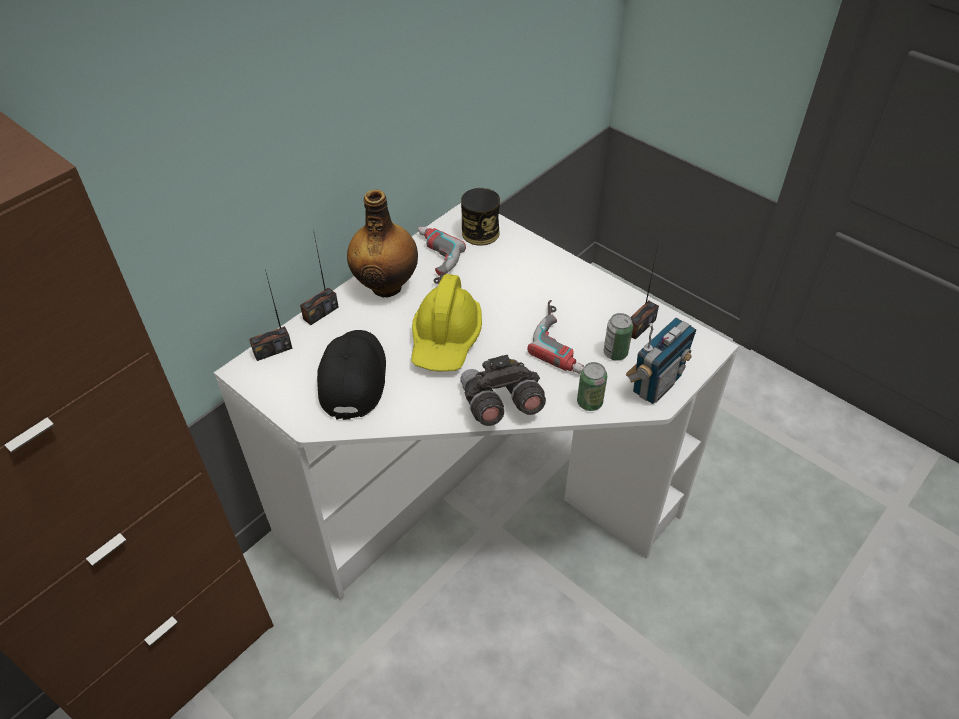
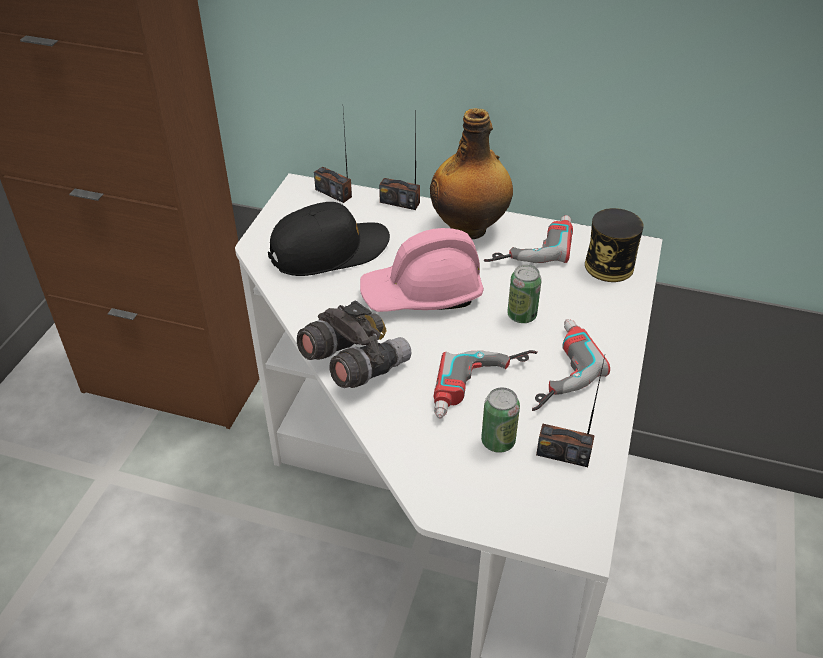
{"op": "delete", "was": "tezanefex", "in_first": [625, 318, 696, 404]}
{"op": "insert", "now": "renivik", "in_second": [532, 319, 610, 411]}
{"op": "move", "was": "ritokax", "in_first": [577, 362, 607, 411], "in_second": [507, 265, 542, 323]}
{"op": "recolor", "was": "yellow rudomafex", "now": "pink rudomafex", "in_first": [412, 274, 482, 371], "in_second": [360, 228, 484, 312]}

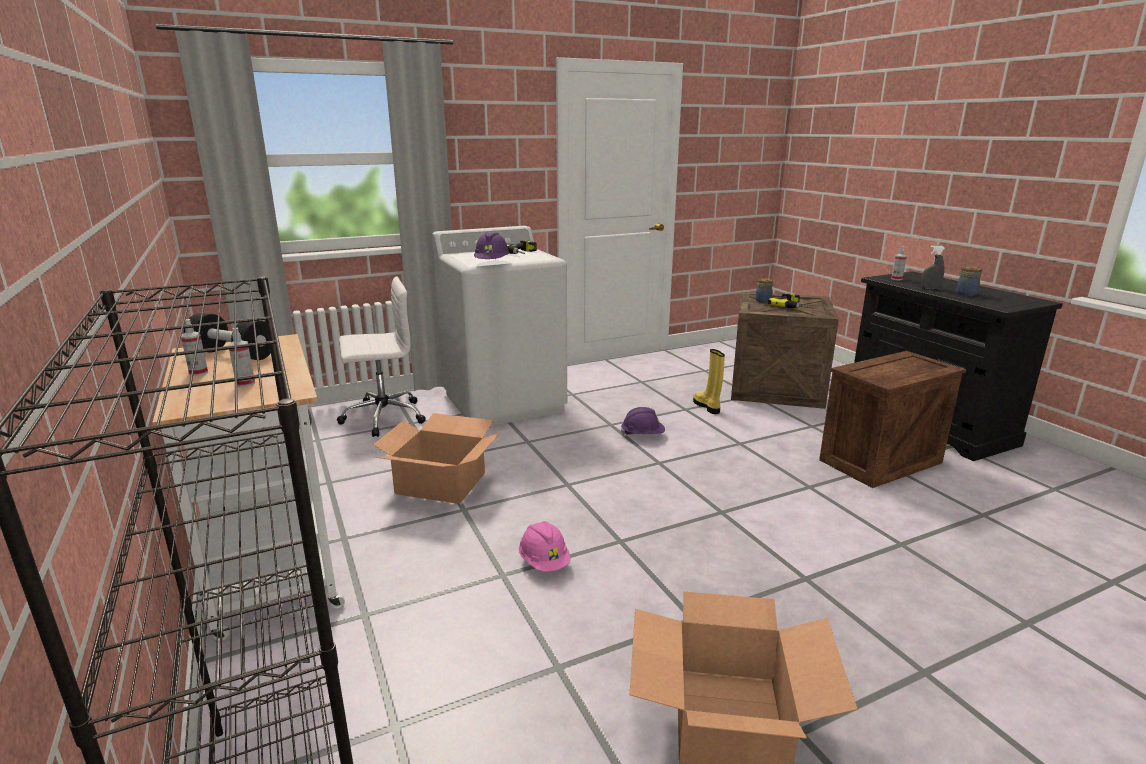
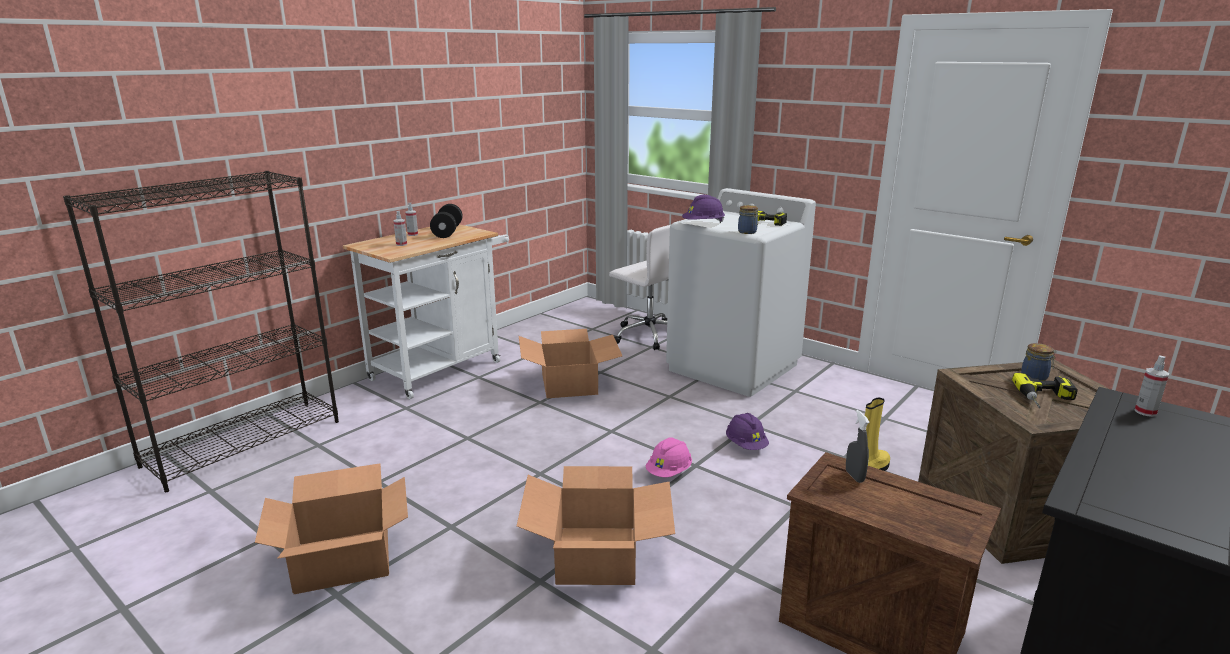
{"op": "insert", "now": "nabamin", "in_second": [517, 466, 675, 585]}
{"op": "move", "was": "pink rudomafex", "in_first": [519, 521, 571, 572], "in_second": [646, 437, 692, 477]}
{"op": "move", "was": "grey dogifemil", "in_first": [921, 245, 945, 289], "in_second": [846, 410, 870, 483]}
{"op": "move", "was": "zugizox", "in_first": [956, 266, 982, 296], "in_second": [738, 205, 758, 234]}

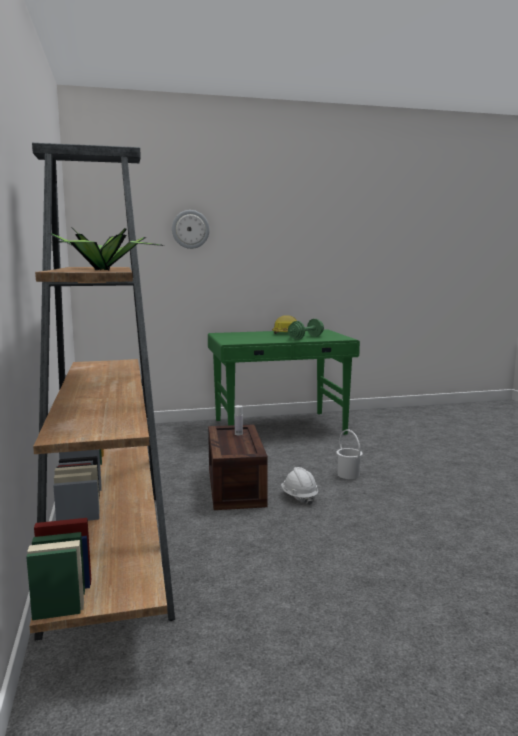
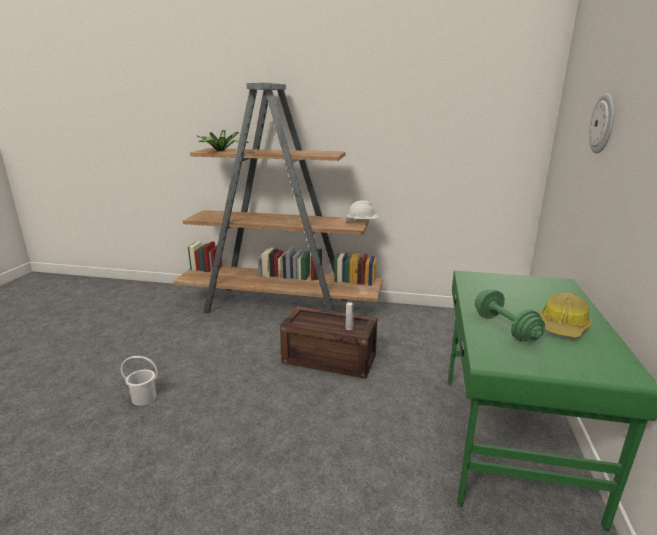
{"op": "move", "was": "white rudomafex", "in_first": [281, 467, 318, 505], "in_second": [346, 200, 379, 222]}
{"op": "move", "was": "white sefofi", "in_first": [336, 429, 363, 479], "in_second": [121, 356, 158, 406]}

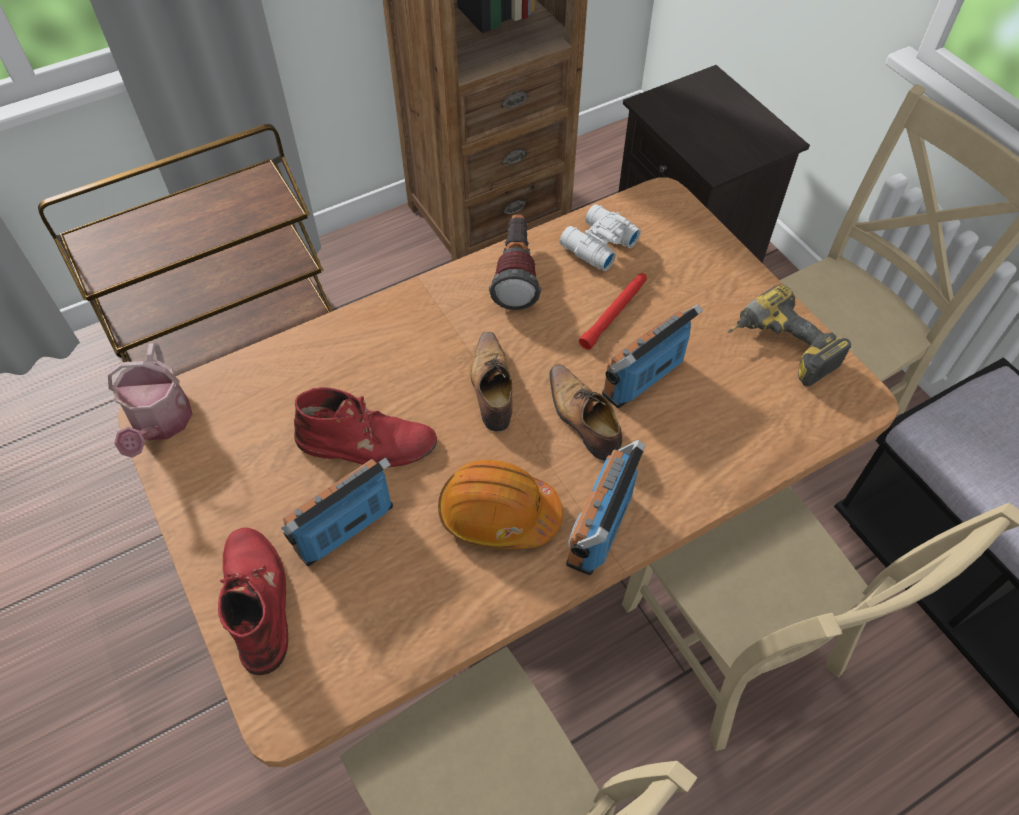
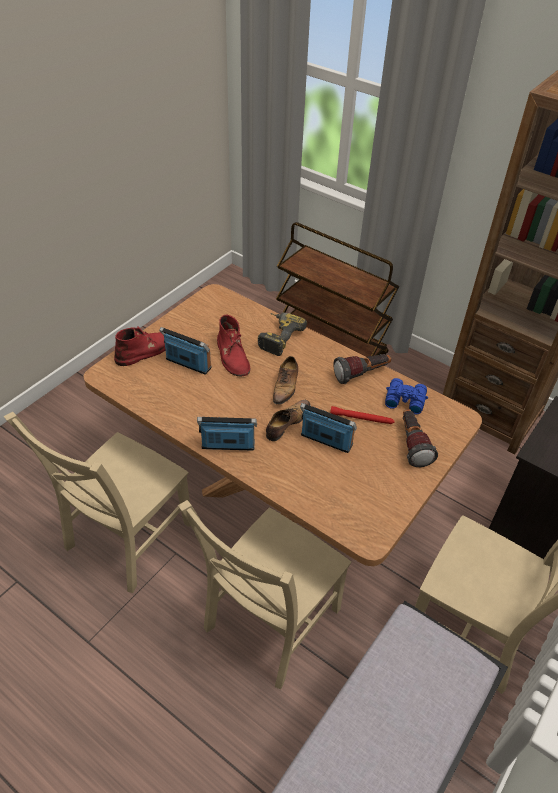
{"op": "delete", "was": "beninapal", "in_first": [108, 343, 193, 458]}
{"op": "delete", "was": "orange rudomafex", "in_first": [438, 460, 563, 549]}
{"op": "insert", "now": "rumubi", "in_second": [403, 409, 438, 467]}
{"op": "move", "was": "renivik", "in_first": [728, 285, 851, 386], "in_second": [258, 312, 307, 356]}
{"op": "recolor", "was": "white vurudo", "now": "blue vurudo", "in_first": [560, 204, 641, 271], "in_second": [385, 378, 428, 414]}
{"op": "rotate", "was": "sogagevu", "in_first": [471, 332, 513, 432], "in_second": [273, 356, 298, 405], "clockwise": 135}

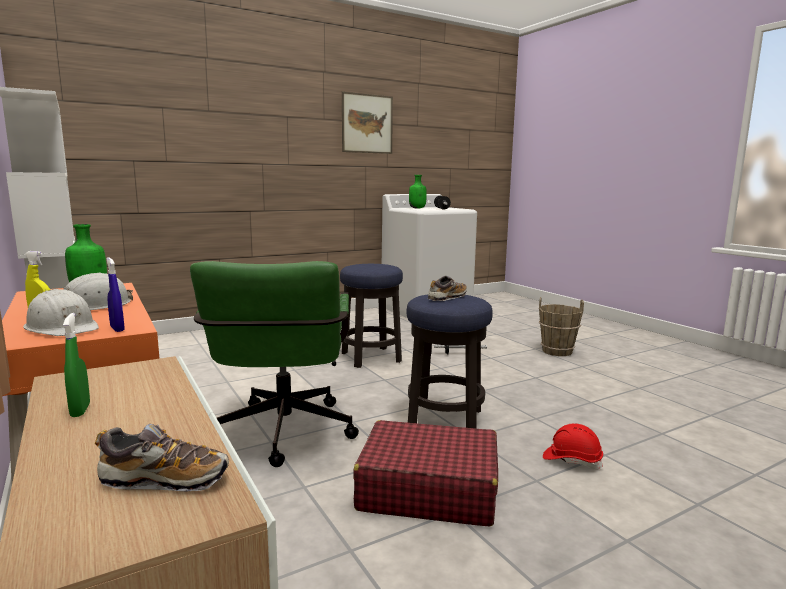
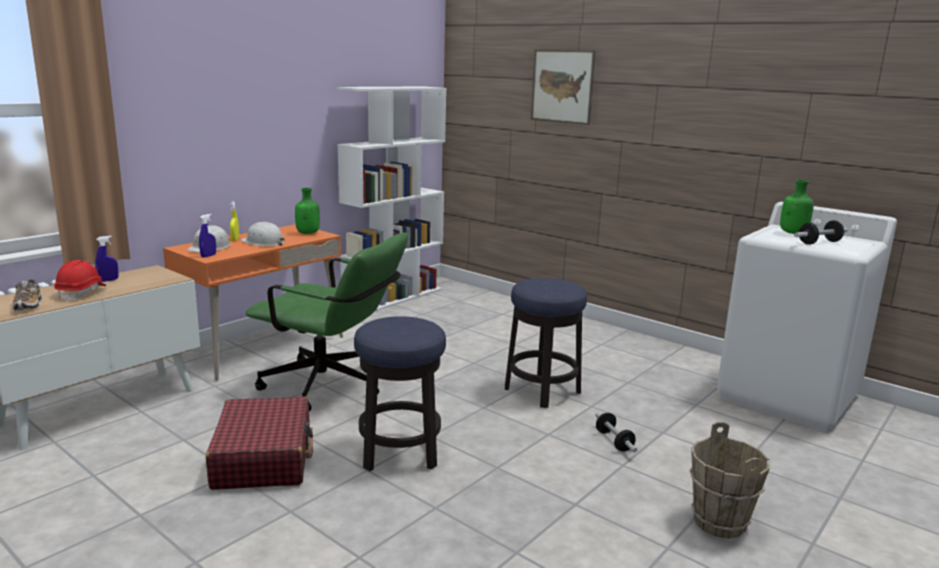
{"op": "delete", "was": "sogagevu", "in_first": [428, 275, 467, 301]}
{"op": "move", "was": "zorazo", "in_first": [342, 92, 393, 154], "in_second": [531, 49, 596, 125]}
{"op": "move", "was": "red rudomafex", "in_first": [543, 423, 603, 470], "in_second": [54, 260, 106, 302]}
{"op": "recolor", "was": "green dogifemil", "now": "blue dogifemil", "in_first": [63, 313, 90, 417], "in_second": [95, 236, 119, 282]}
{"op": "rotate", "was": "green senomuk", "in_first": [190, 261, 359, 467], "in_second": [246, 233, 408, 411], "clockwise": -135}

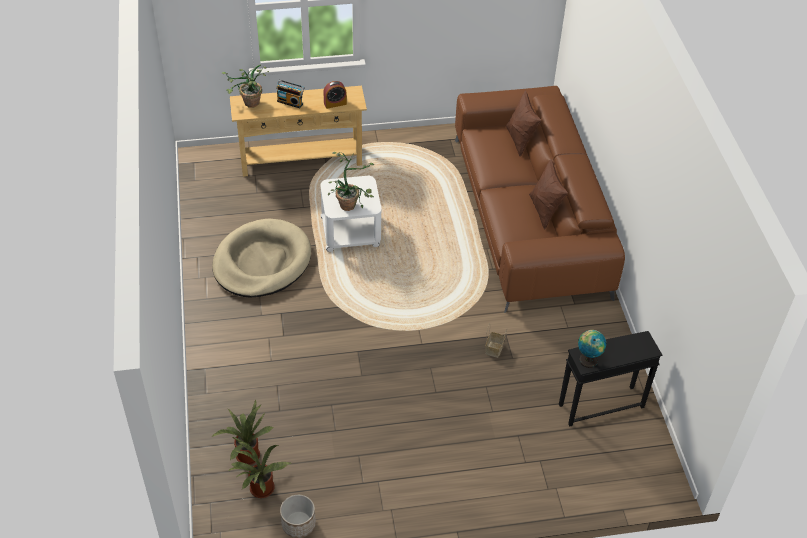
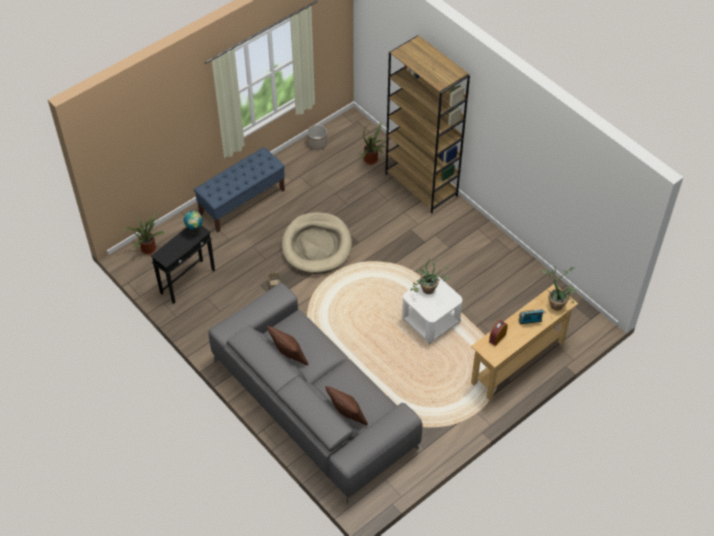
{"op": "insert", "now": "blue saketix", "in_second": [194, 147, 285, 232]}
{"op": "insert", "now": "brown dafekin", "in_second": [385, 35, 470, 214]}
{"op": "move", "was": "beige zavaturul", "in_first": [212, 218, 311, 298], "in_second": [282, 212, 352, 274]}
{"op": "move", "was": "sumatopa", "in_first": [228, 442, 291, 498], "in_second": [122, 212, 166, 255]}
{"op": "recolor", "was": "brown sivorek", "now": "grey sivorek", "in_first": [455, 86, 625, 313], "in_second": [208, 283, 422, 505]}

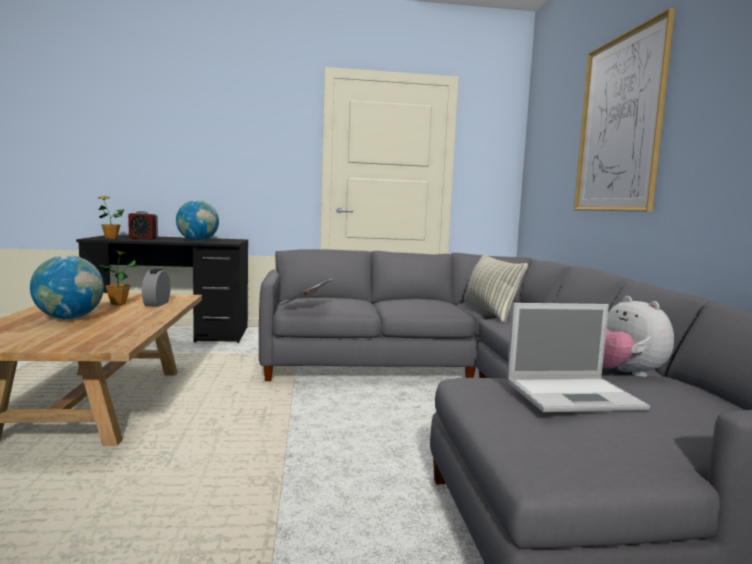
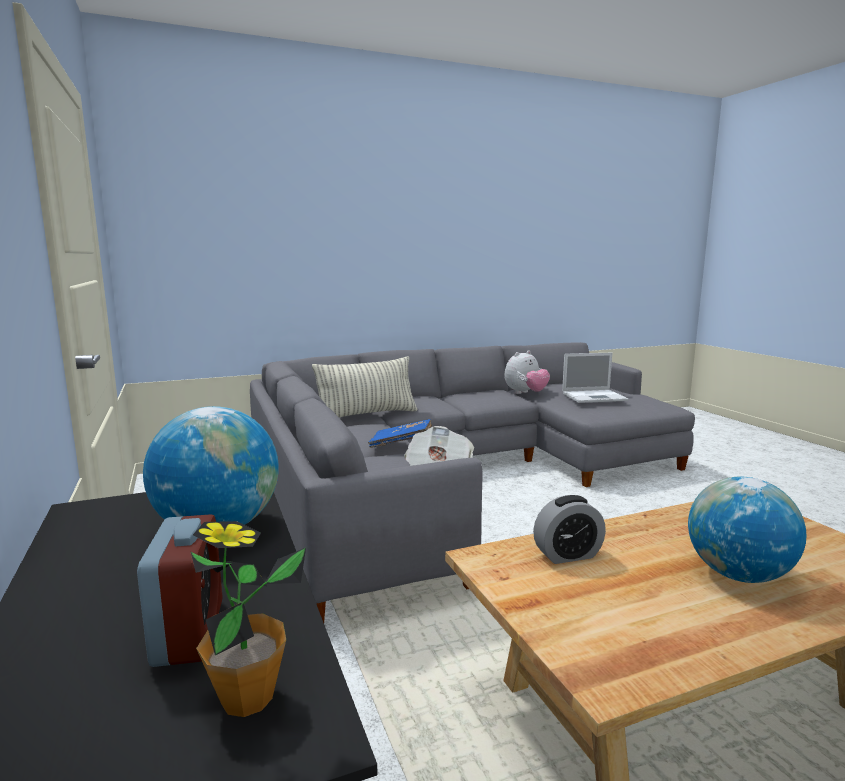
{"op": "delete", "was": "sumatopa", "in_first": [99, 250, 137, 305]}
{"op": "delete", "was": "zorazo", "in_first": [574, 8, 675, 212]}
{"op": "insert", "now": "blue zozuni", "in_second": [368, 419, 432, 448]}
{"op": "rotate", "was": "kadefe", "in_first": [507, 303, 650, 412], "in_second": [562, 353, 628, 403], "clockwise": 105}

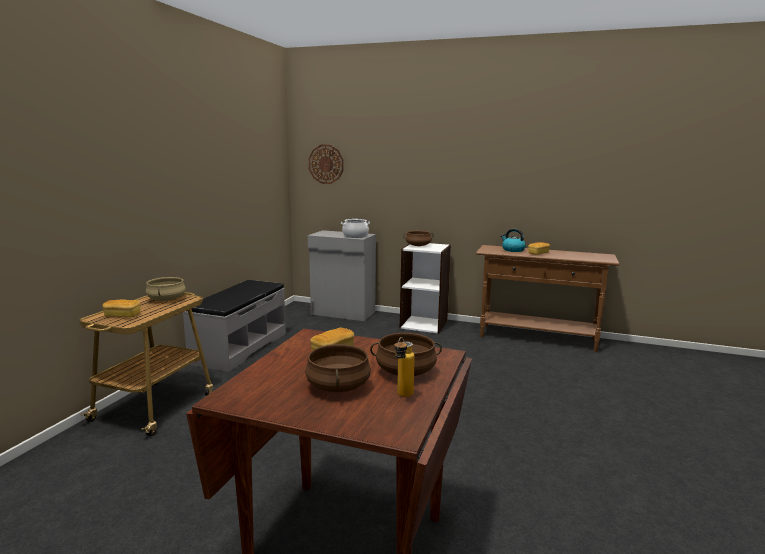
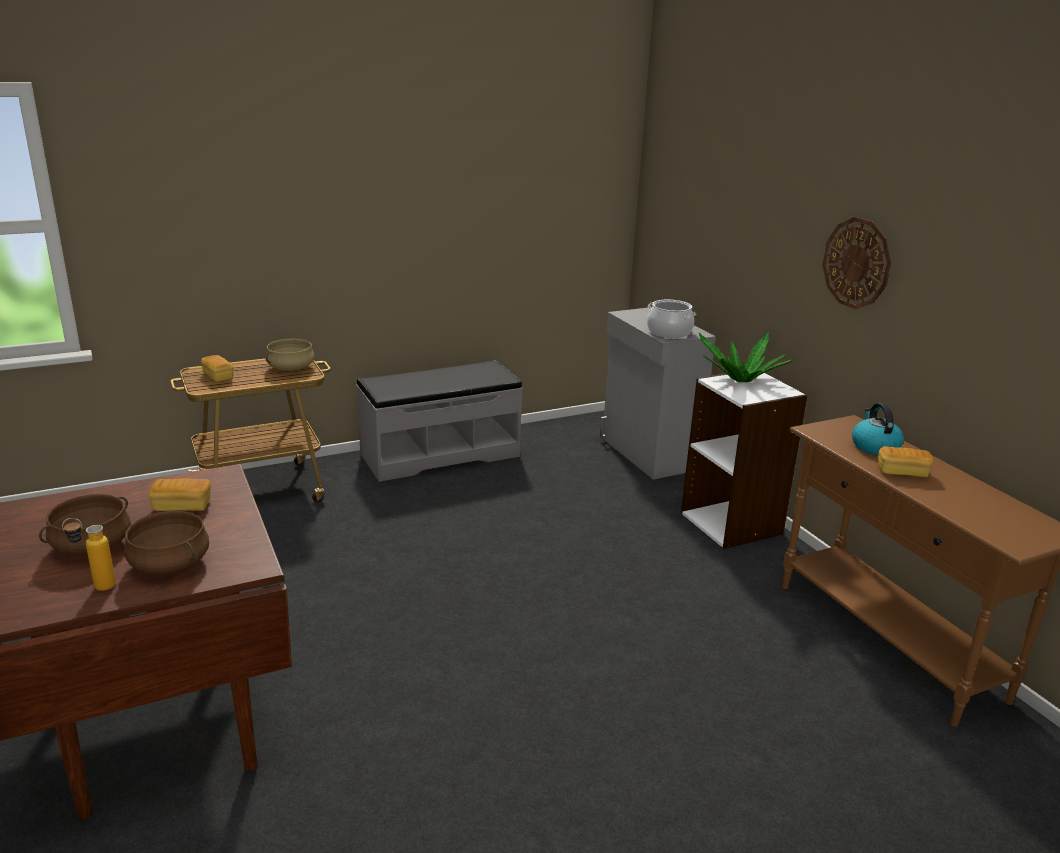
{"op": "move", "was": "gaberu", "in_first": [308, 145, 344, 184], "in_second": [822, 217, 891, 309]}
{"op": "replace", "was": "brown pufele", "now": "sumatopa", "in_first": [403, 231, 433, 246], "in_second": [699, 332, 797, 383]}

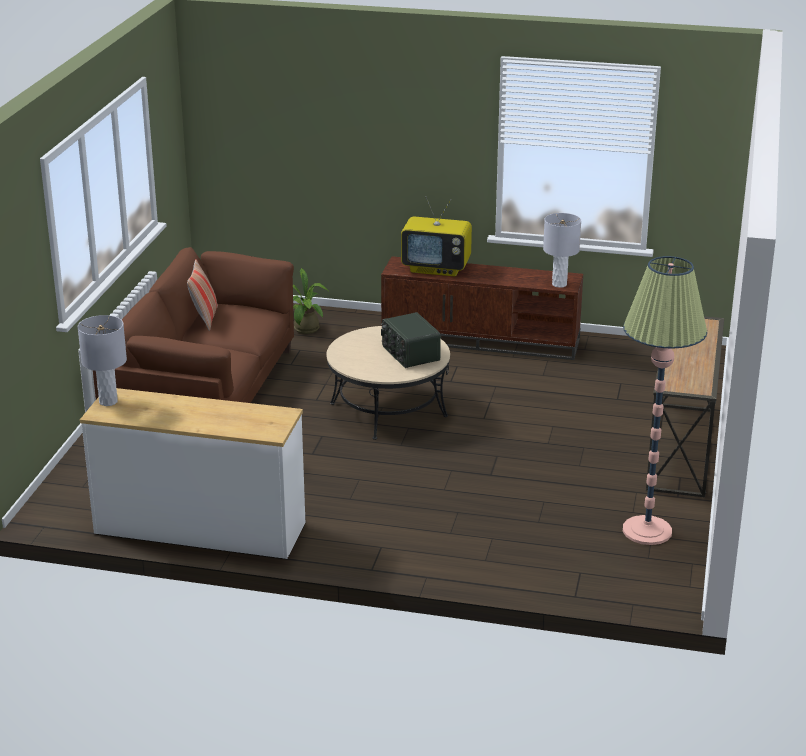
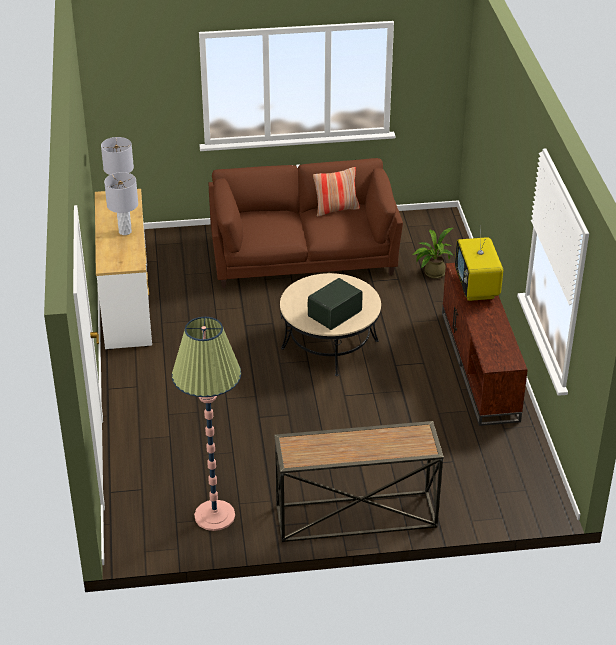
{"op": "move", "was": "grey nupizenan", "in_first": [543, 213, 581, 288], "in_second": [104, 172, 138, 235]}

